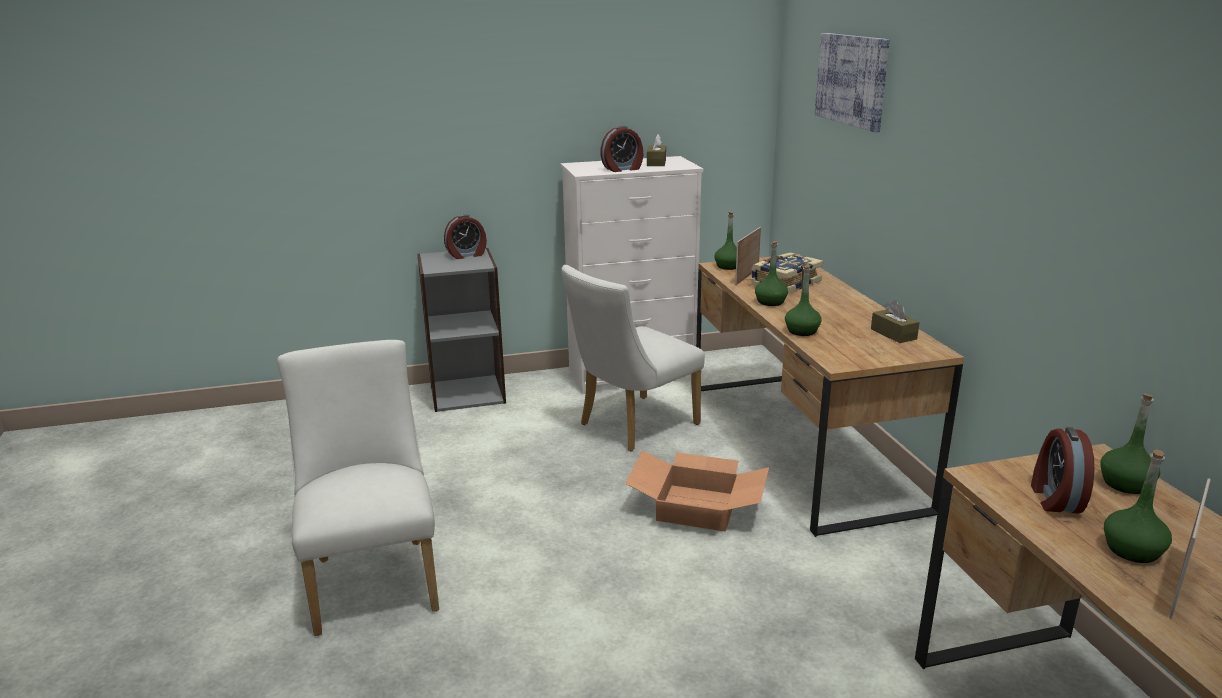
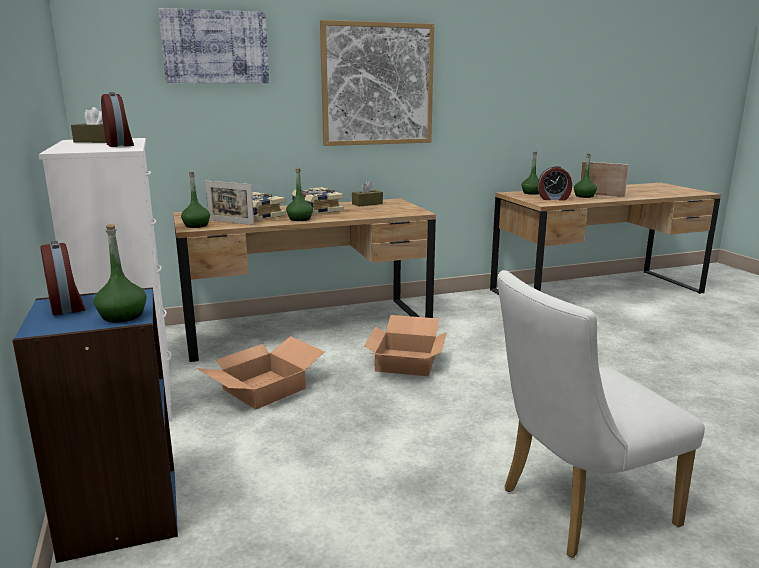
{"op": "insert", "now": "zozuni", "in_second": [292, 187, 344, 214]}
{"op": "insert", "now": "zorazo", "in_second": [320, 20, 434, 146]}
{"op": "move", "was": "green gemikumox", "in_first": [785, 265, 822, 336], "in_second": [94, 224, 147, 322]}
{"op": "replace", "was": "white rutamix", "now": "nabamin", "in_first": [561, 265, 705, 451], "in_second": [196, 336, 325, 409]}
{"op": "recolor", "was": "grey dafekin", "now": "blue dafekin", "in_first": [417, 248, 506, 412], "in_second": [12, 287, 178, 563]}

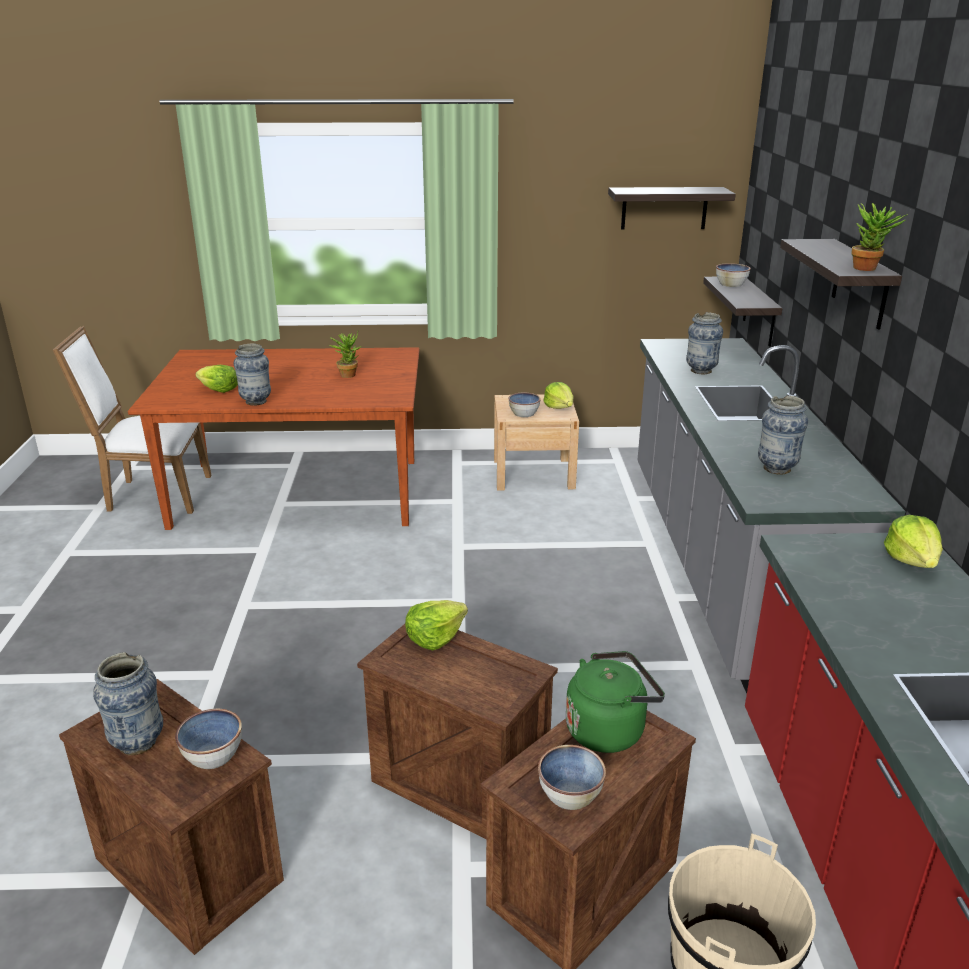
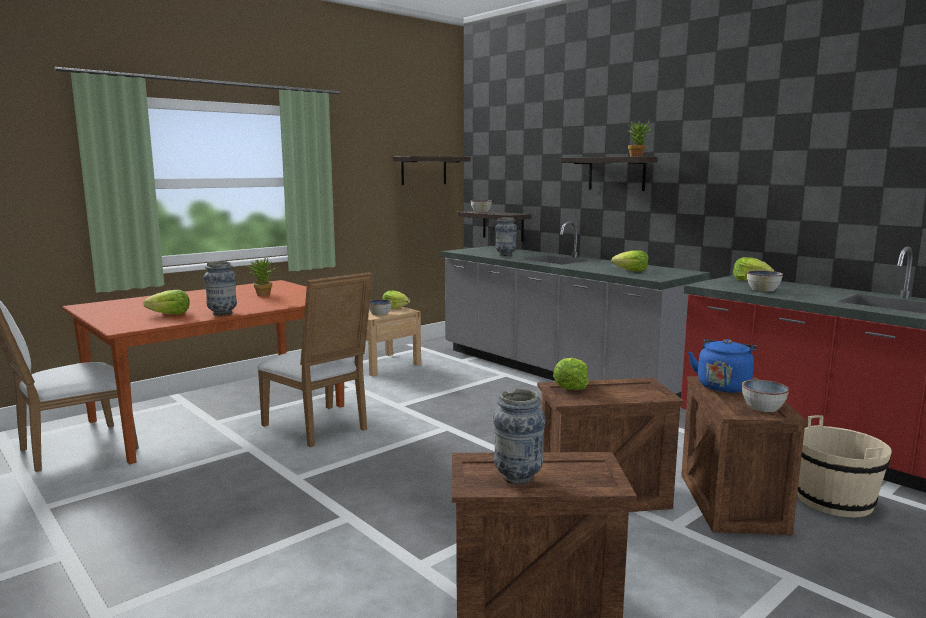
{"op": "insert", "now": "white rutamix", "in_second": [257, 272, 373, 447]}
{"op": "move", "was": "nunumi", "in_first": [175, 709, 242, 769], "in_second": [747, 270, 783, 291]}
{"op": "replace", "was": "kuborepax", "now": "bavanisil", "in_first": [758, 395, 808, 474], "in_second": [612, 250, 649, 272]}
{"op": "recolor", "was": "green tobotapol", "now": "blue tobotapol", "in_first": [566, 651, 665, 753], "in_second": [688, 339, 757, 393]}

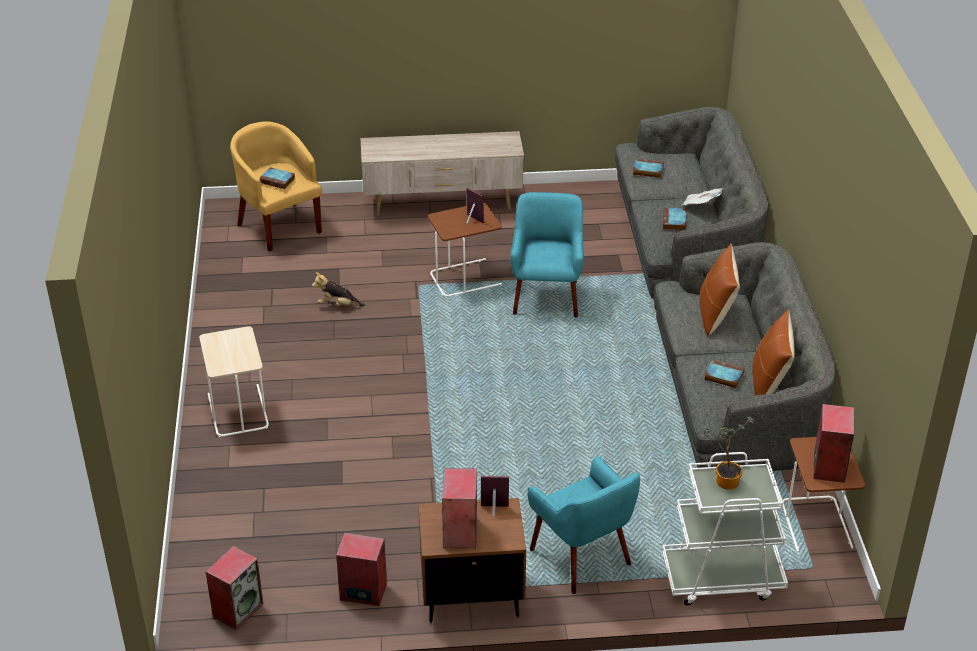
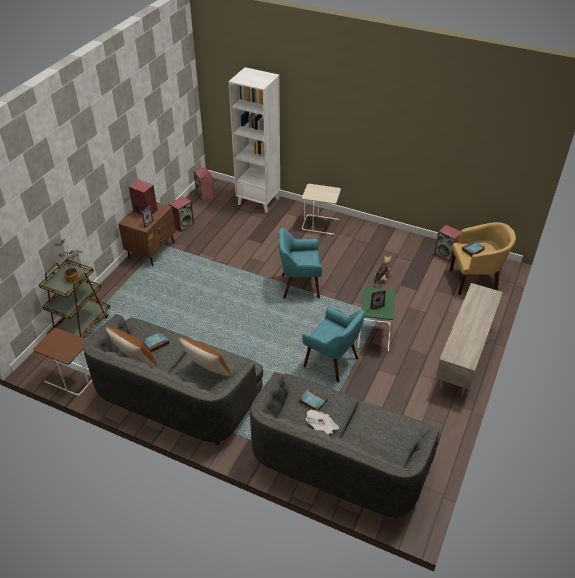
{"op": "delete", "was": "zozuni", "in_first": [633, 159, 664, 178]}
{"op": "insert", "now": "white dafekin", "in_second": [228, 67, 280, 213]}
{"op": "move", "was": "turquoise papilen", "in_first": [528, 456, 640, 594], "in_second": [278, 228, 322, 299]}
{"op": "move", "was": "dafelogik", "in_first": [813, 404, 854, 483], "in_second": [434, 225, 461, 262]}
{"op": "recolor", "was": "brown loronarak", "now": "green loronarak", "in_first": [428, 203, 502, 297], "in_second": [358, 287, 396, 352]}
{"op": "recolor", "was": "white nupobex", "now": "brown nupobex", "in_first": [662, 452, 788, 605], "in_second": [39, 259, 110, 339]}

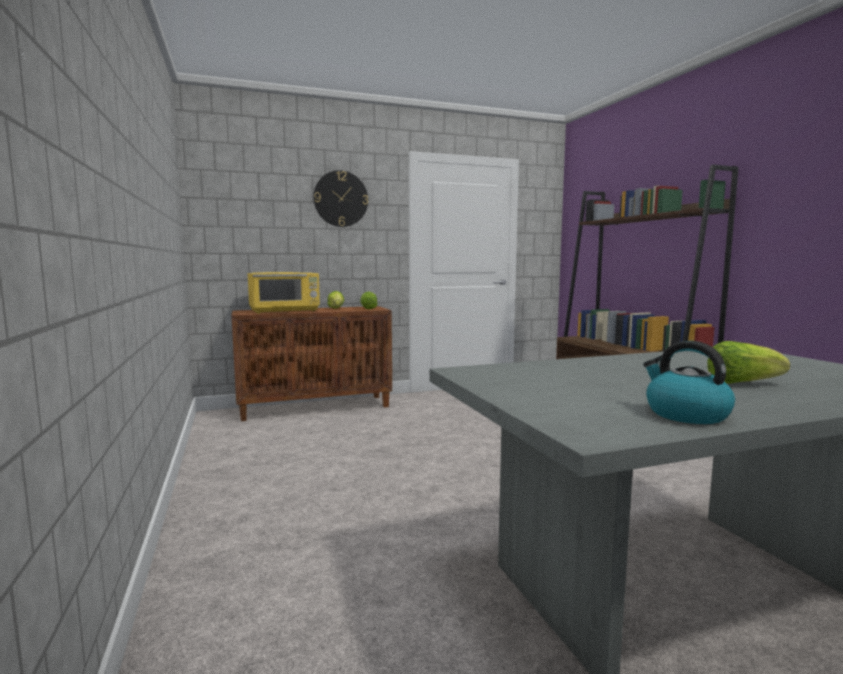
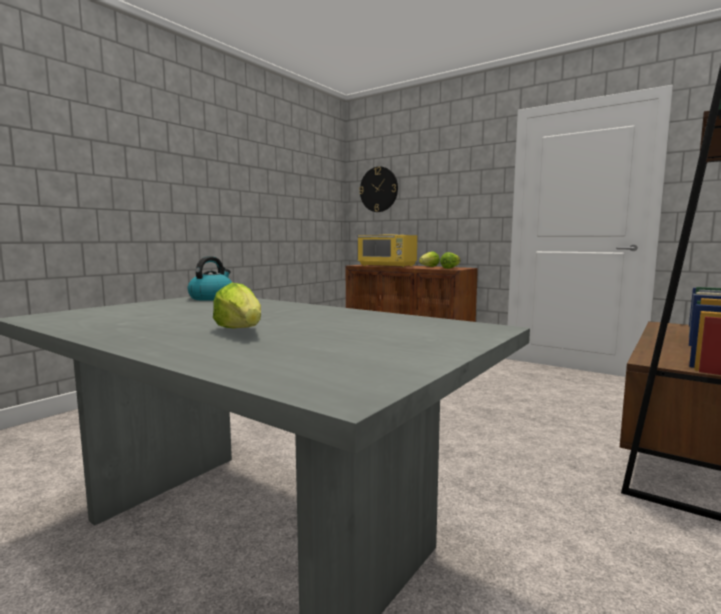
{"op": "move", "was": "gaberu", "in_first": [313, 170, 368, 227], "in_second": [359, 166, 398, 212]}
{"op": "move", "was": "tobotapol", "in_first": [643, 341, 735, 424], "in_second": [187, 256, 232, 301]}

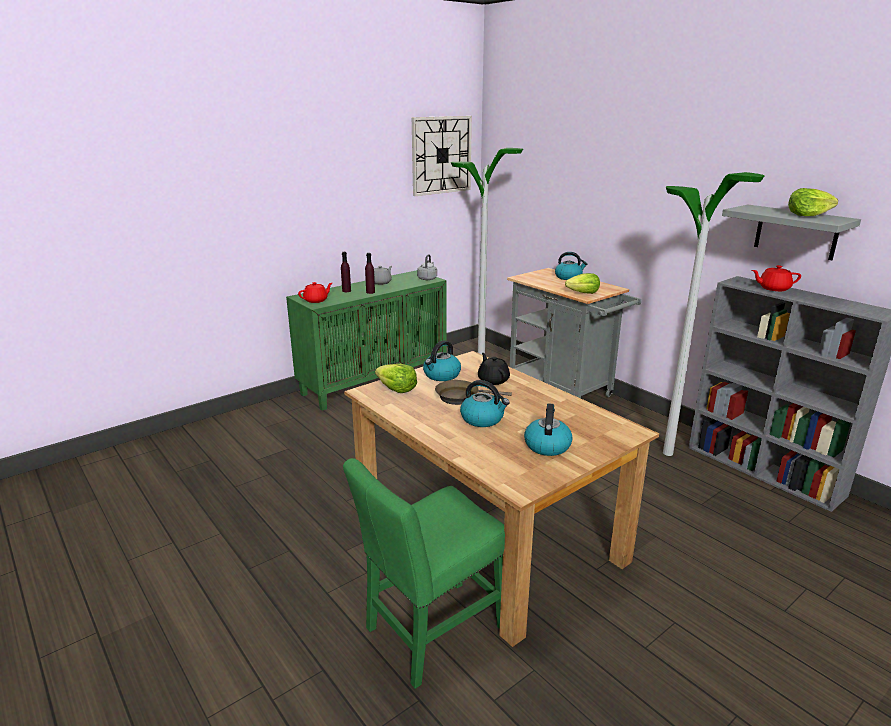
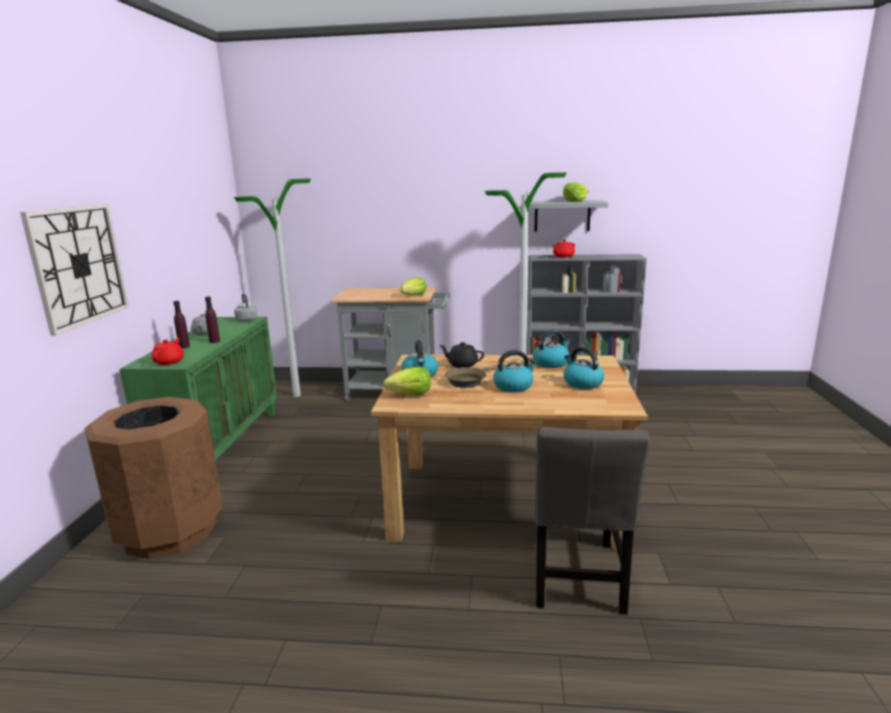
{"op": "insert", "now": "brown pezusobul", "in_second": [84, 397, 223, 559]}
{"op": "move", "was": "gaberu", "in_first": [412, 116, 472, 196], "in_second": [20, 204, 129, 336]}
{"op": "move", "was": "tobotapol", "in_first": [555, 252, 587, 280], "in_second": [533, 330, 570, 368]}
{"op": "recolor", "was": "green rutamix", "now": "grey rutamix", "in_first": [343, 458, 505, 689], "in_second": [535, 427, 649, 615]}

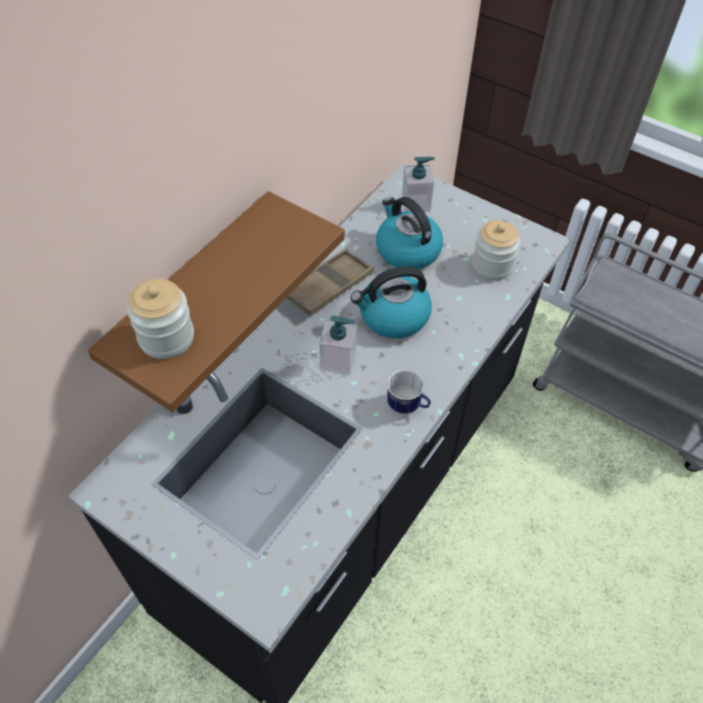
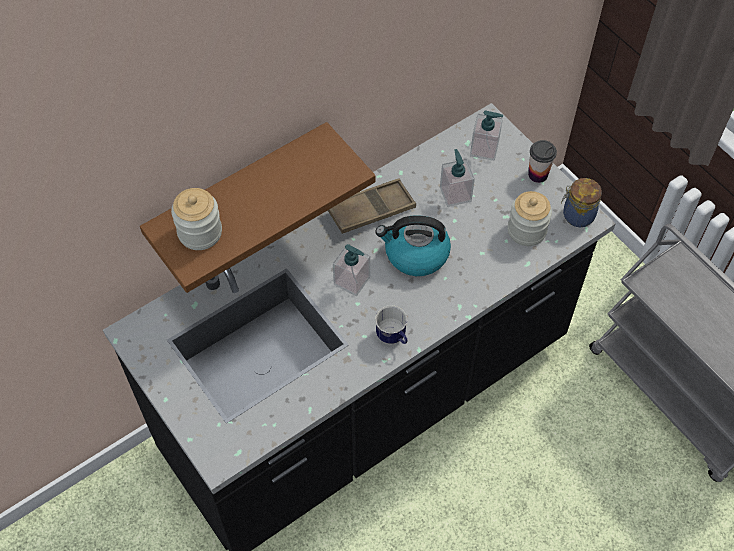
{"op": "insert", "now": "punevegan", "in_second": [528, 140, 557, 183]}
{"op": "insert", "now": "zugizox", "in_second": [561, 178, 602, 227]}
{"op": "replace", "was": "tobotapol", "now": "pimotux", "in_first": [376, 197, 443, 269], "in_second": [440, 149, 475, 207]}

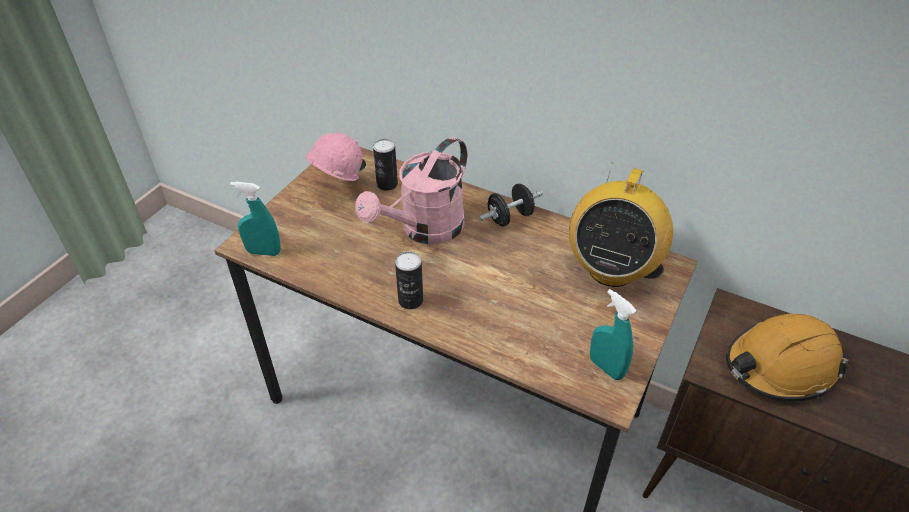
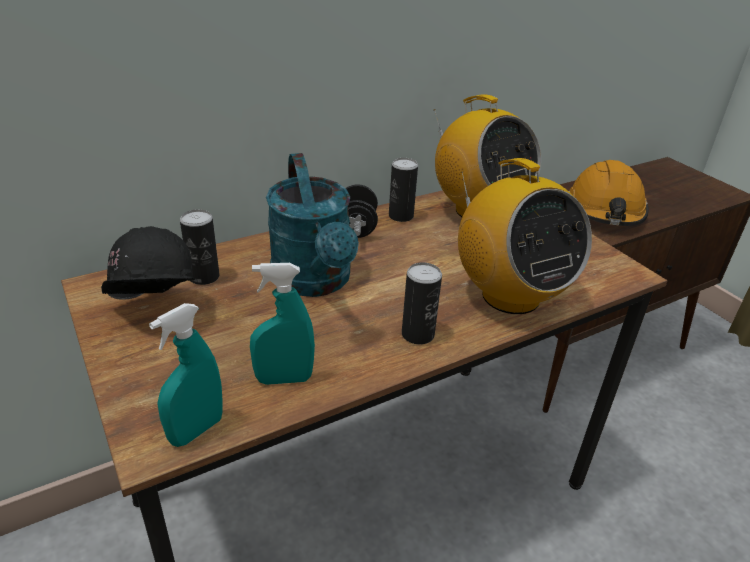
{"op": "insert", "now": "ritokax", "in_second": [389, 158, 418, 222]}
{"op": "insert", "now": "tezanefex", "in_second": [458, 158, 592, 314]}
{"op": "move", "was": "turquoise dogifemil", "in_first": [590, 289, 637, 380], "in_second": [250, 263, 315, 385]}
{"op": "recolor", "was": "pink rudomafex", "now": "black rudomafex", "in_first": [306, 132, 363, 181], "in_second": [101, 226, 196, 294]}
{"op": "recolor", "was": "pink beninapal", "now": "turquoise beninapal", "in_first": [355, 137, 467, 244], "in_second": [266, 153, 359, 297]}

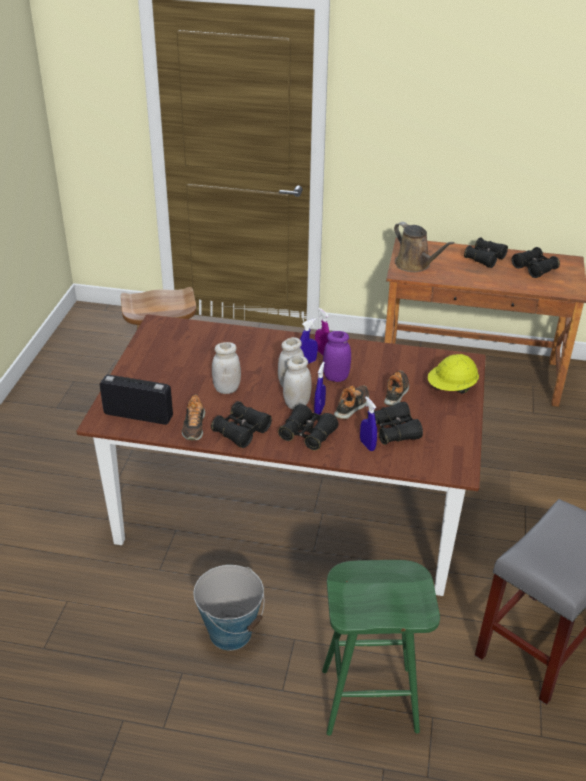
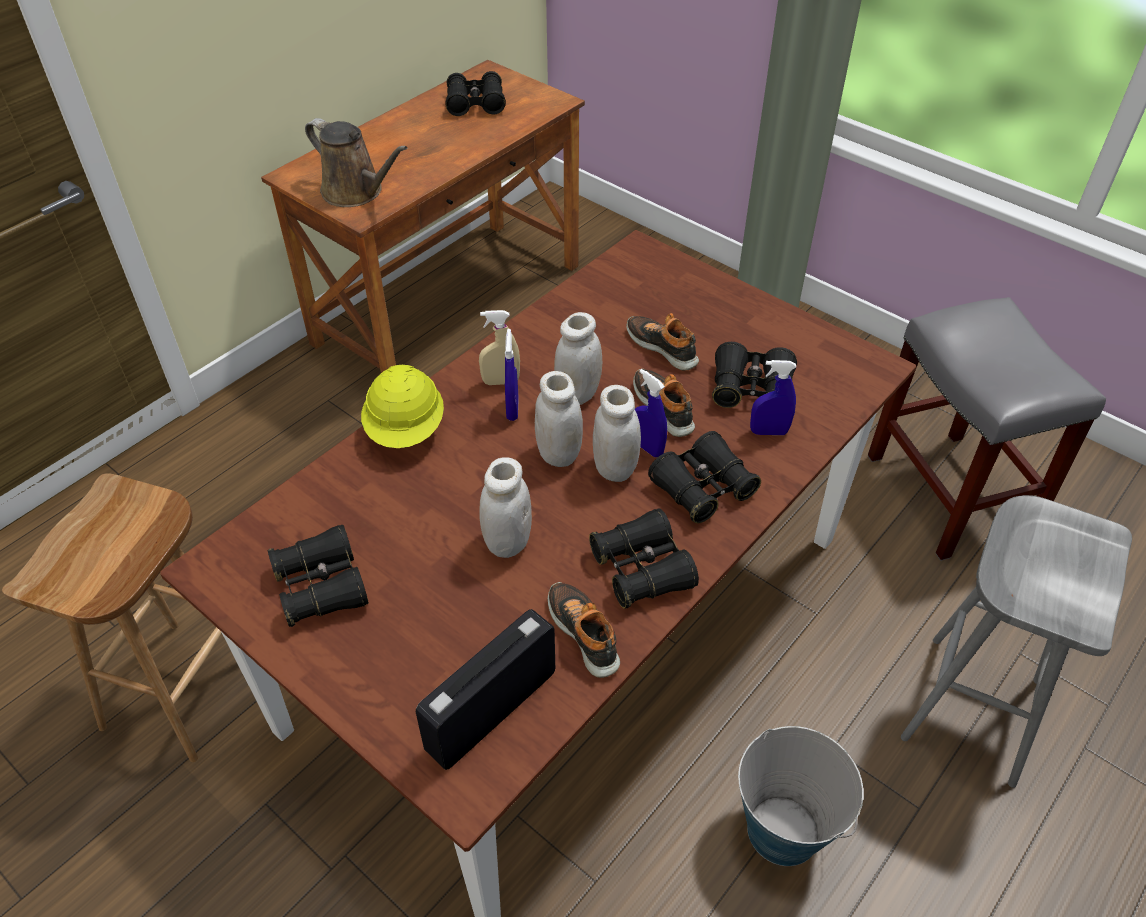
{"op": "move", "was": "yellow rudomafex", "in_first": [428, 354, 479, 393], "in_second": [361, 365, 444, 448]}
{"op": "move", "was": "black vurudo", "in_first": [464, 237, 508, 268], "in_second": [268, 525, 369, 627]}
{"op": "recolor", "was": "purple dogifemil", "now": "beige dogifemil", "in_first": [315, 308, 330, 355], "in_second": [479, 310, 520, 385]}
{"op": "recolor", "was": "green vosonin", "now": "grey vosonin", "in_first": [322, 560, 440, 736], "in_second": [901, 495, 1132, 788]}
{"op": "recolor", "was": "purple zugizox", "now": "white zugizox", "in_first": [323, 331, 351, 382], "in_second": [554, 312, 602, 405]}
{"op": "rotate", "was": "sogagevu", "in_first": [182, 394, 205, 441], "in_second": [548, 582, 620, 678], "clockwise": -150}
{"op": "rotate", "was": "brown beninapal", "in_first": [394, 222, 454, 272], "in_second": [305, 118, 408, 207], "clockwise": 45}

